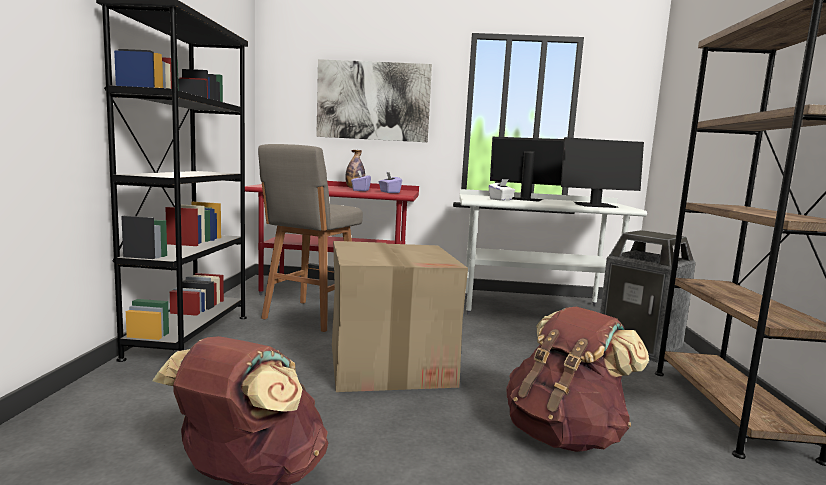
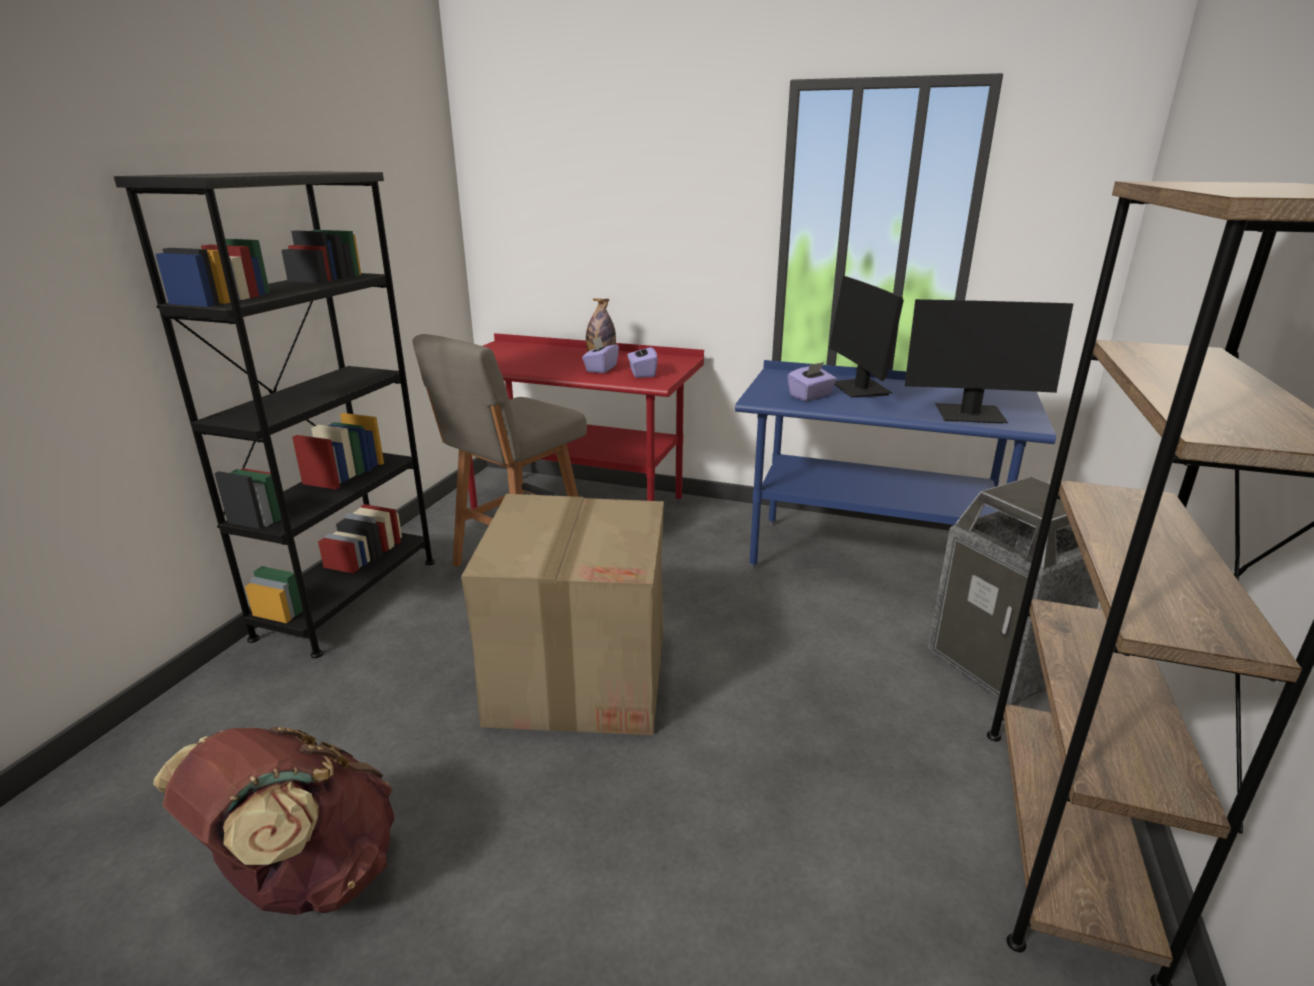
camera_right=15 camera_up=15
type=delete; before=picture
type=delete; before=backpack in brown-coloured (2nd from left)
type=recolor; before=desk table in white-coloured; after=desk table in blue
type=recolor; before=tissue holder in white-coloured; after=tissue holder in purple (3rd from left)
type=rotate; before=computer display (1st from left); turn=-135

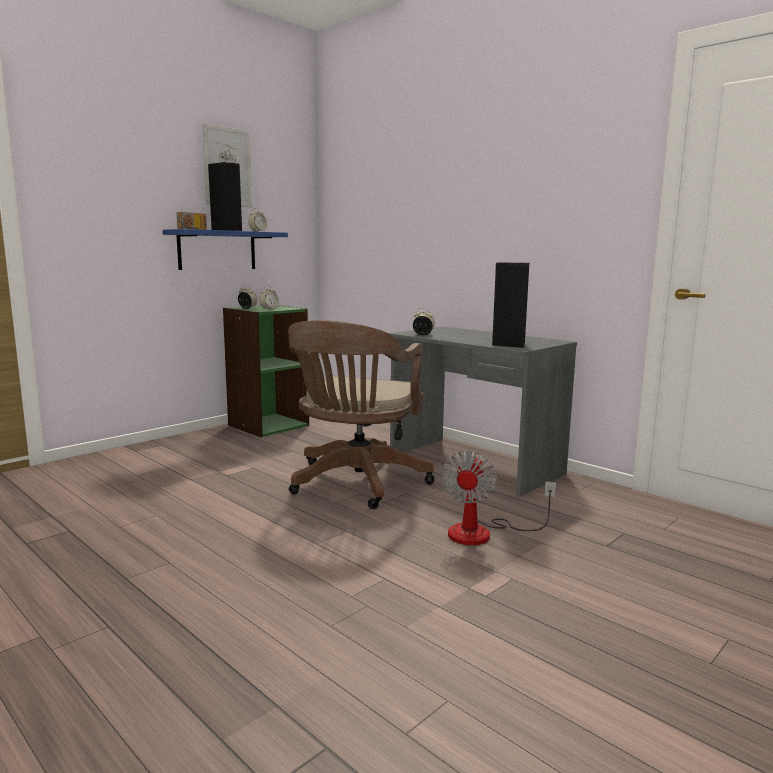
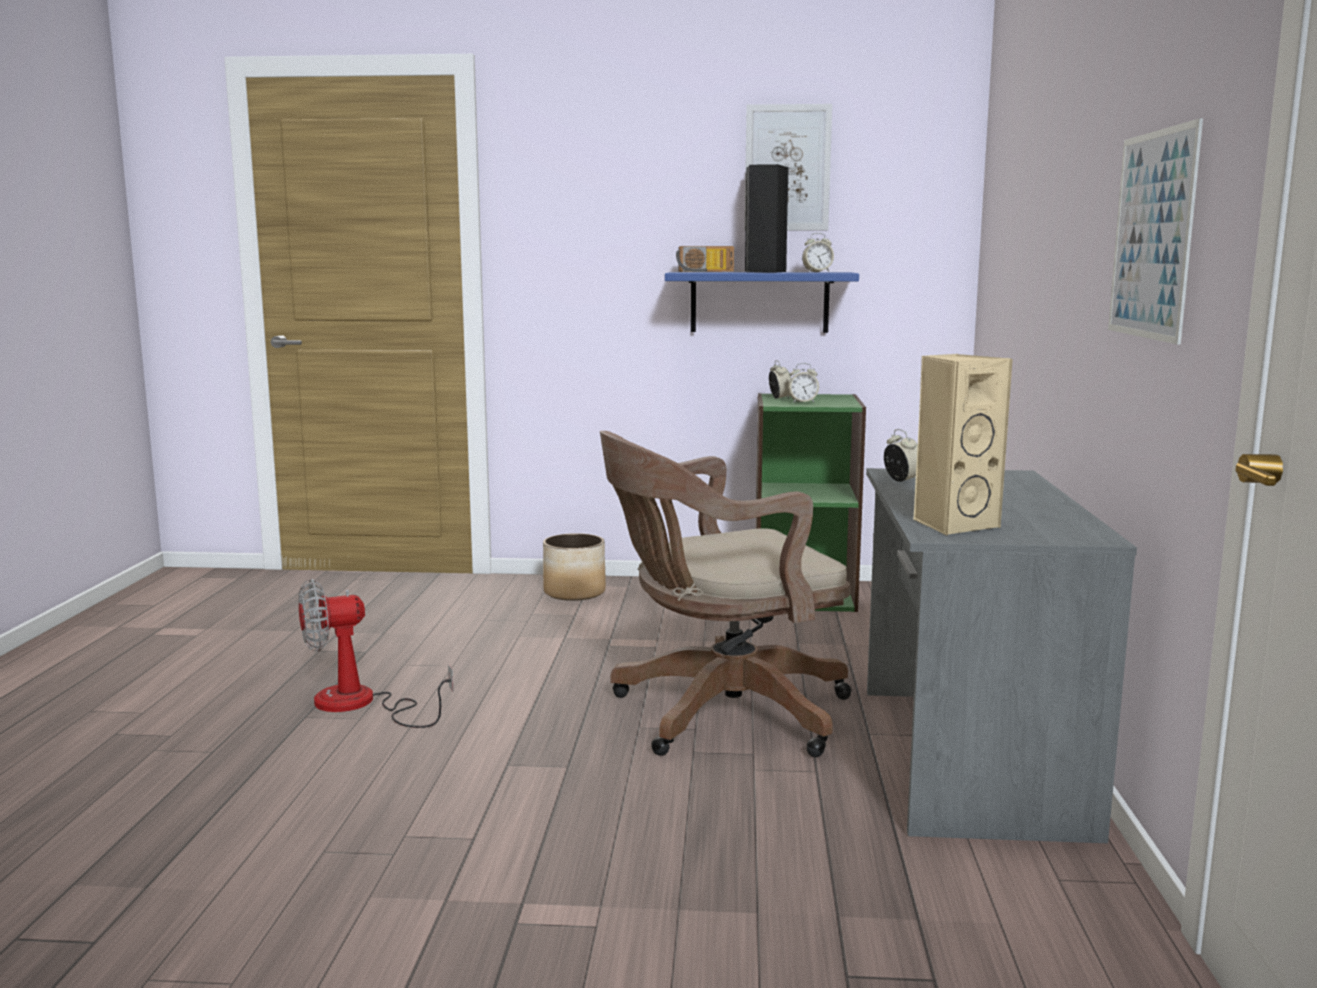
camera_right=50 camera_up=0
type=insert; after=plant pot
type=insert; after=picture (2nd from left)
type=move; before=electric fan
type=recolor; before=audio speaker in black-coloured (2nd from left); after=audio speaker in beige-coloured

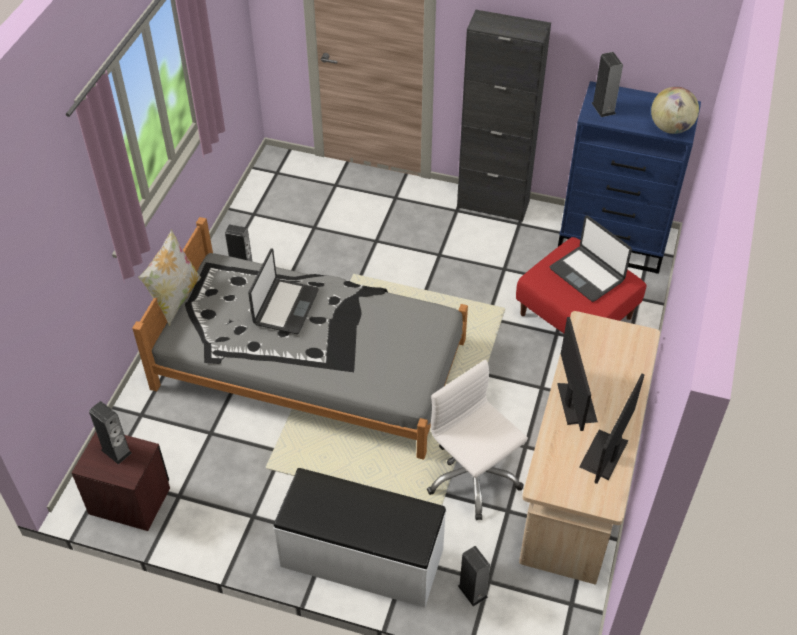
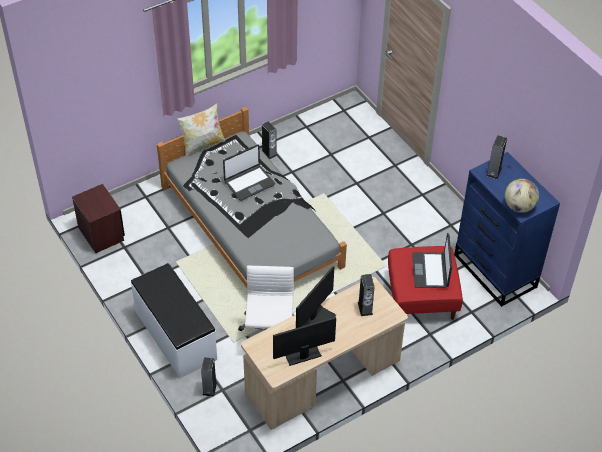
camera_right=40 camera_up=0
type=delete; before=storage cabinet in black-coloured
type=move; before=audio speaker (1st from left in the first image); after=audio speaker (3rd from left)

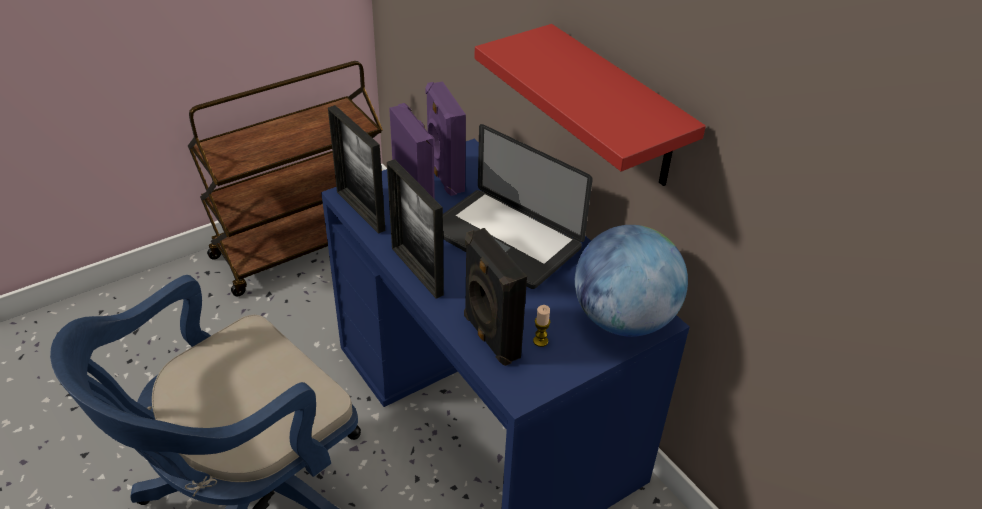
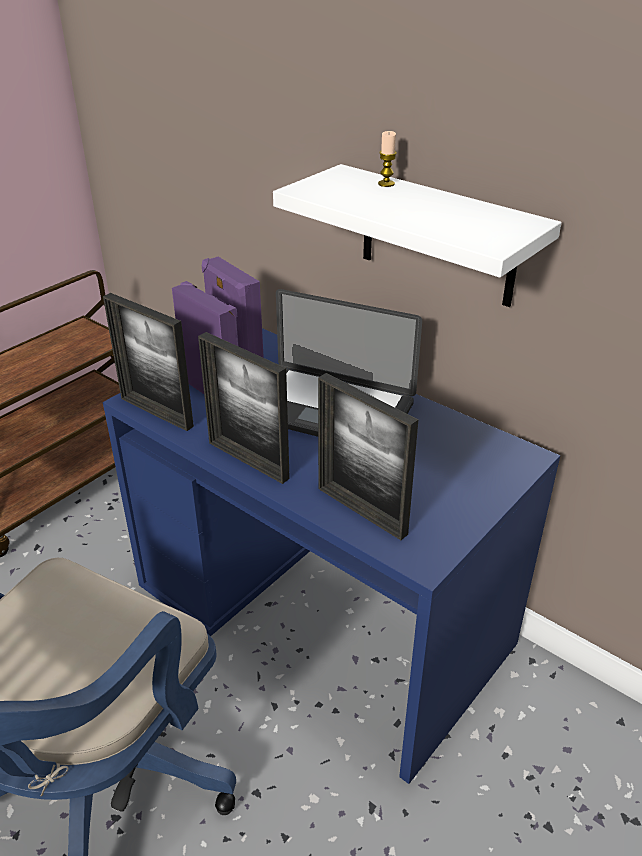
camera_right=-15 camera_up=-5
type=delete; before=world globe
type=move; before=candle
type=replace; before=audio speaker in black-coloured; after=standing frame (3rd from left)
type=recolor; before=shelf in red-coloured; after=shelf in white-coloured

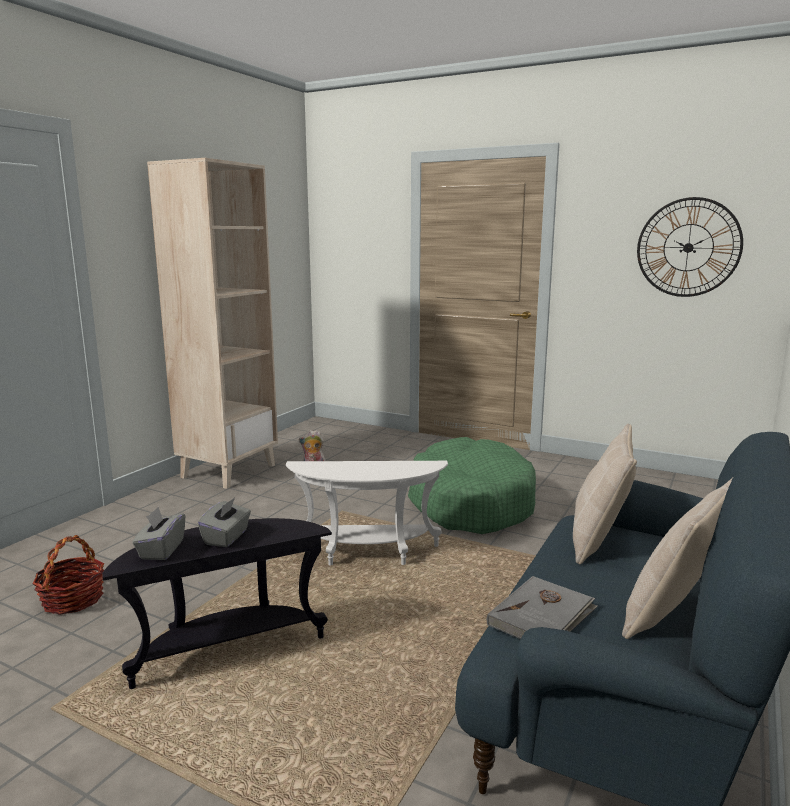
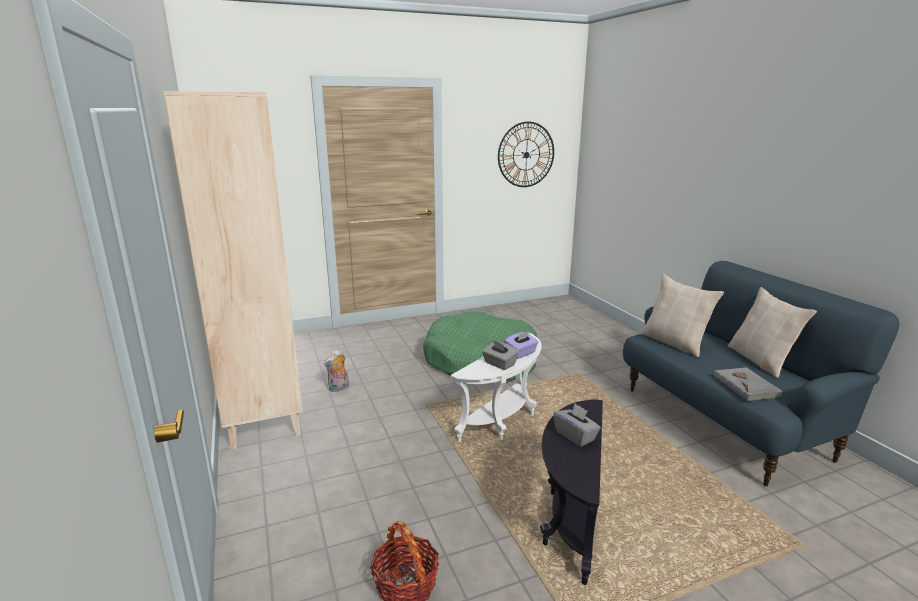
camera_right=-50 camera_up=5
type=insert; after=tissue holder in purple
type=move; before=tissue holder in greyish (1st from left)

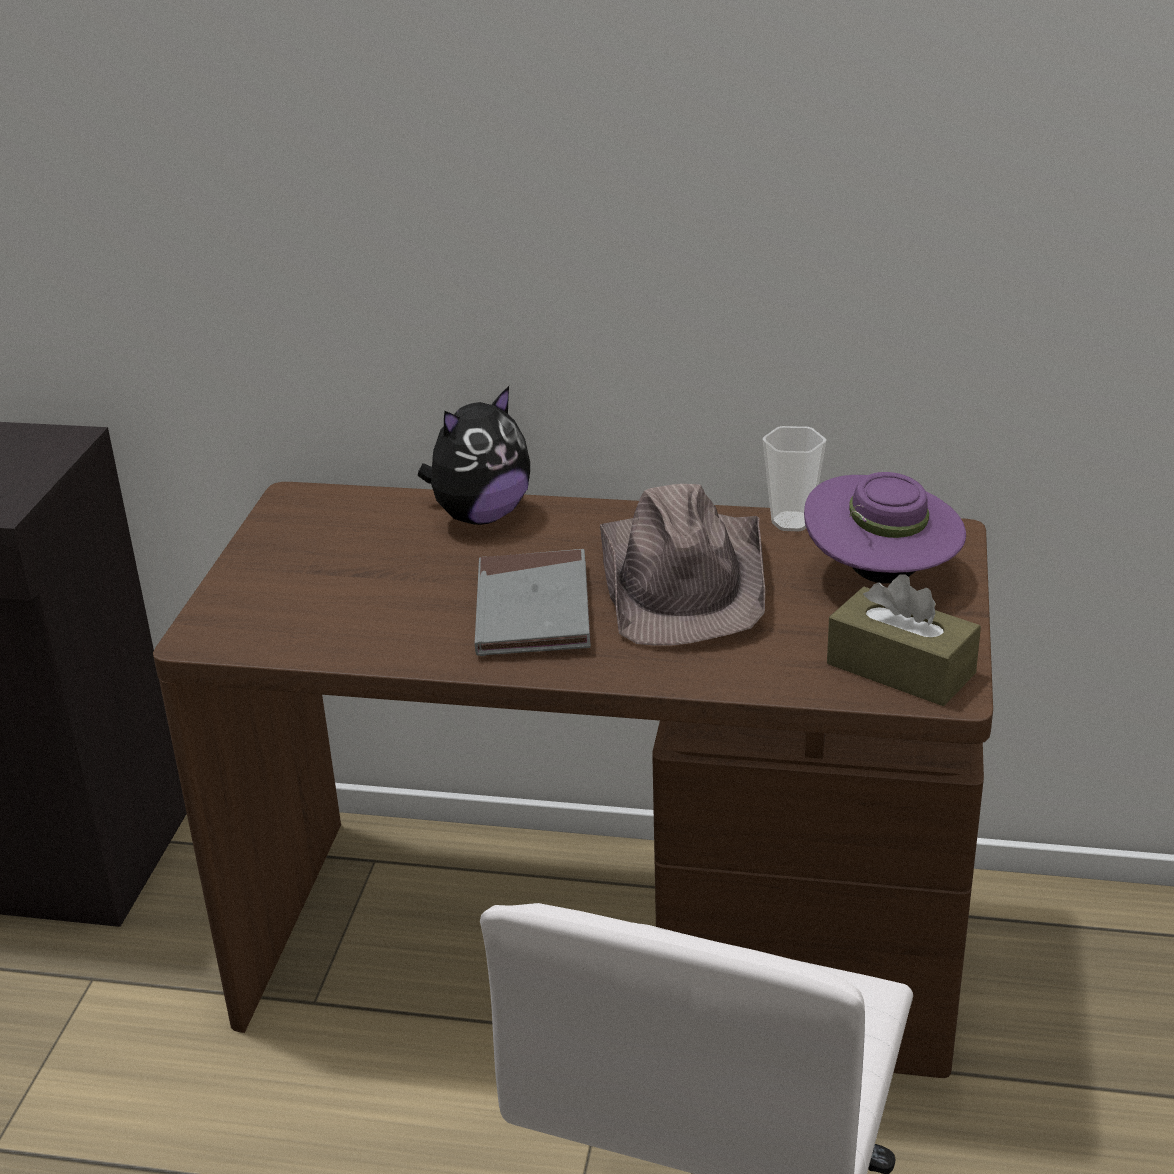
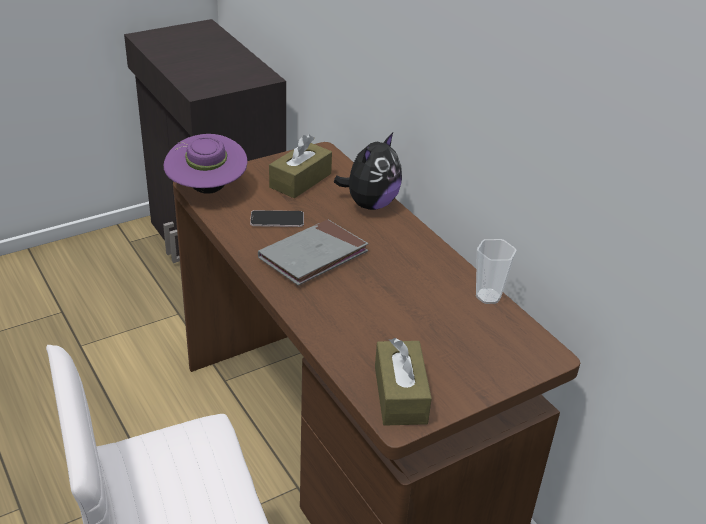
camera_right=45 camera_up=5
type=delete; before=hat in brown-coloured
type=insert; after=phone
type=insert; after=tissue holder in brown-coloured (1st from left)
type=move; before=hat in purple
type=rotate; before=soft toy; turn=-60

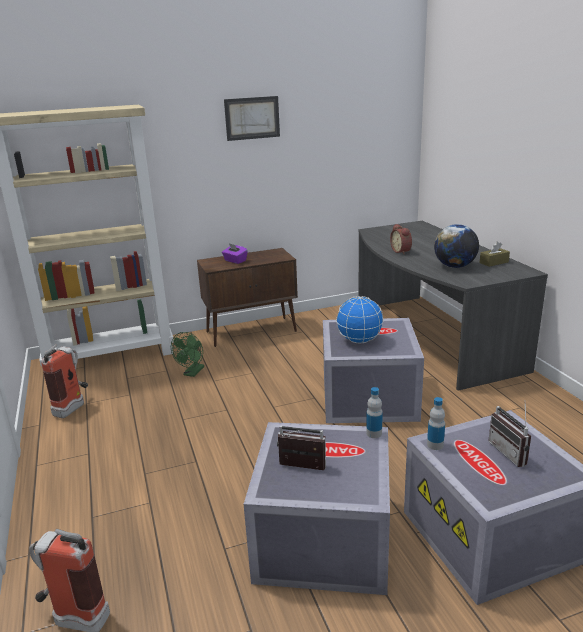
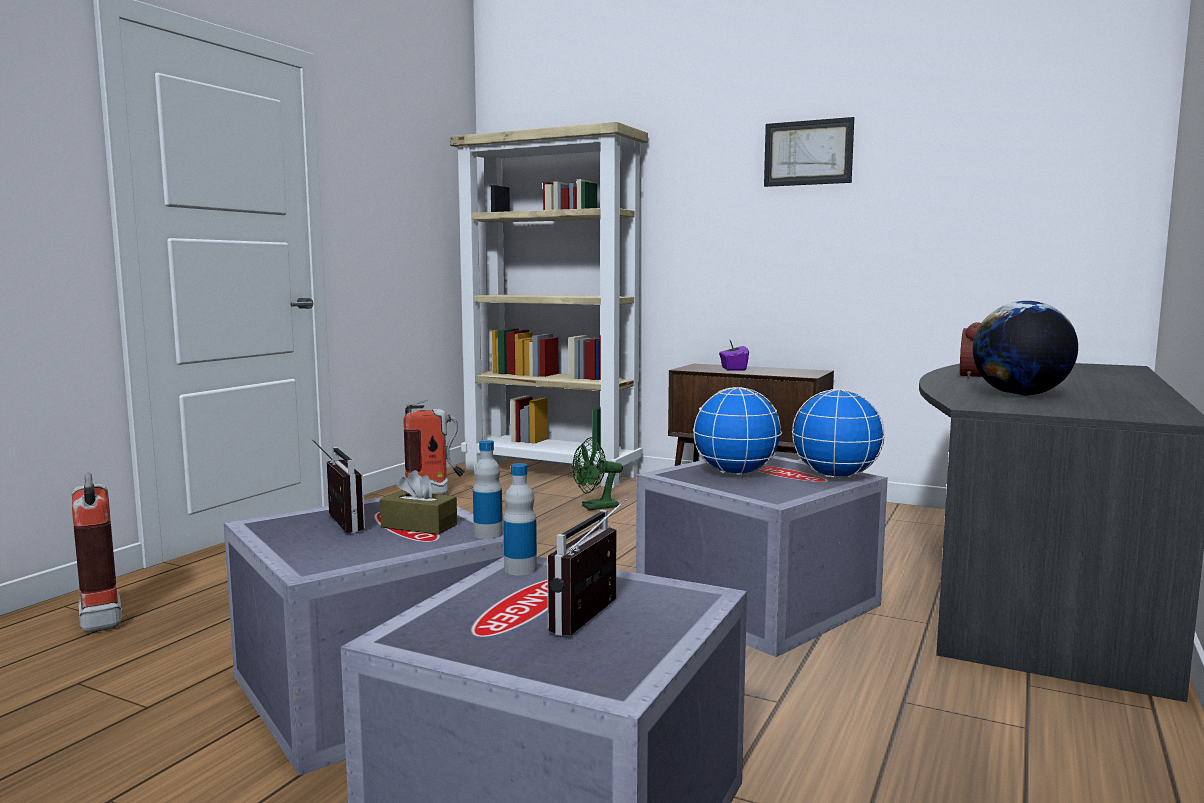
camera_right=45 camera_up=-15
type=insert; after=world globe (2nd from left)
type=move; before=tissue holder in brown-coloured

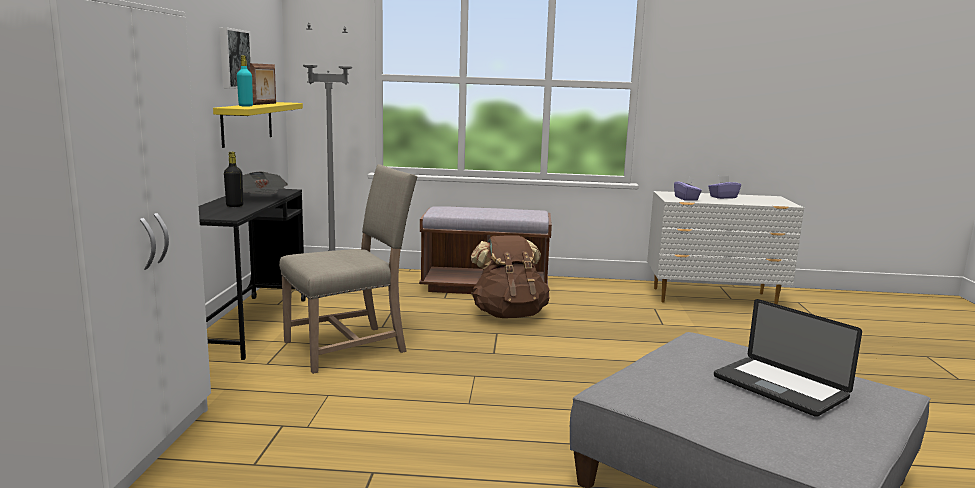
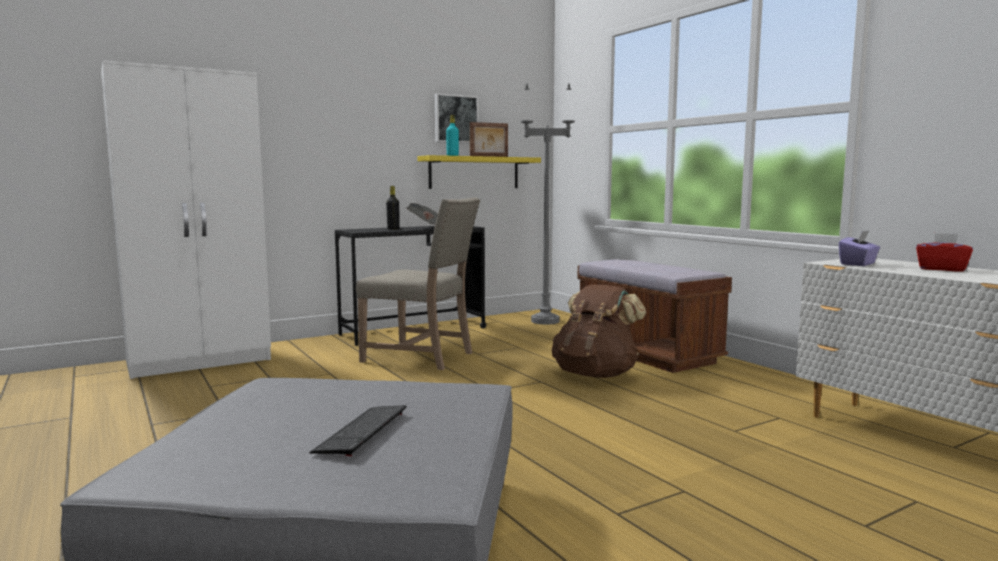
camera_right=55 camera_up=-5
type=replace; before=notebook computer; after=PC keyboard
type=recolor; before=tissue holder in purple (2nd from left); after=tissue holder in red-coloured

